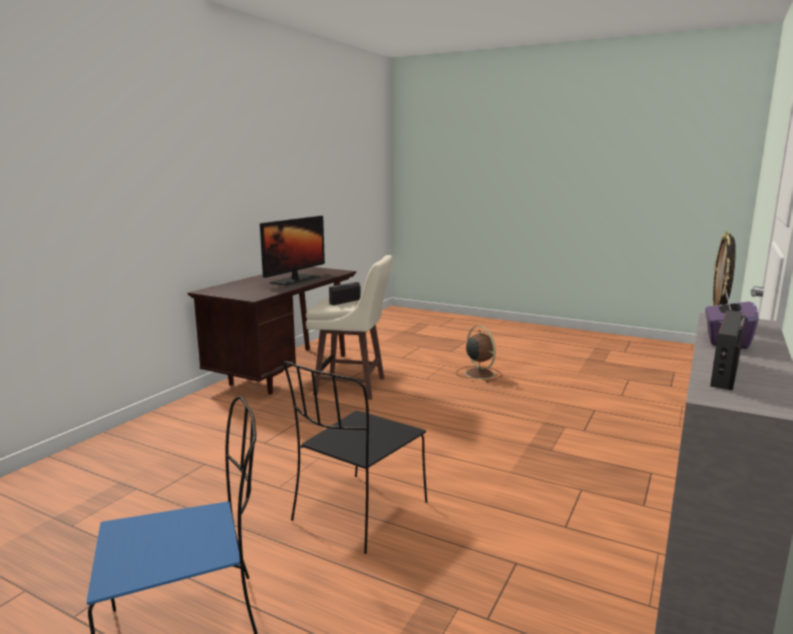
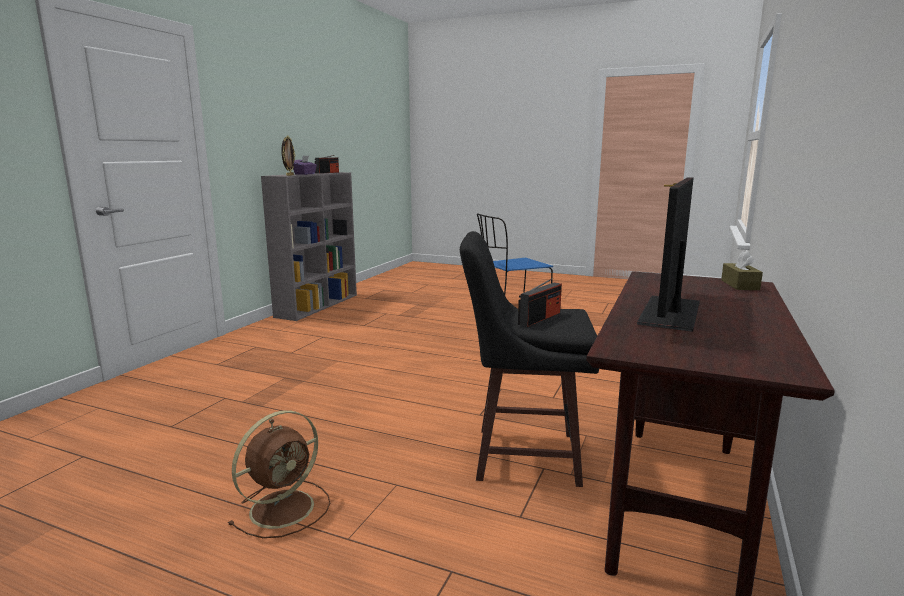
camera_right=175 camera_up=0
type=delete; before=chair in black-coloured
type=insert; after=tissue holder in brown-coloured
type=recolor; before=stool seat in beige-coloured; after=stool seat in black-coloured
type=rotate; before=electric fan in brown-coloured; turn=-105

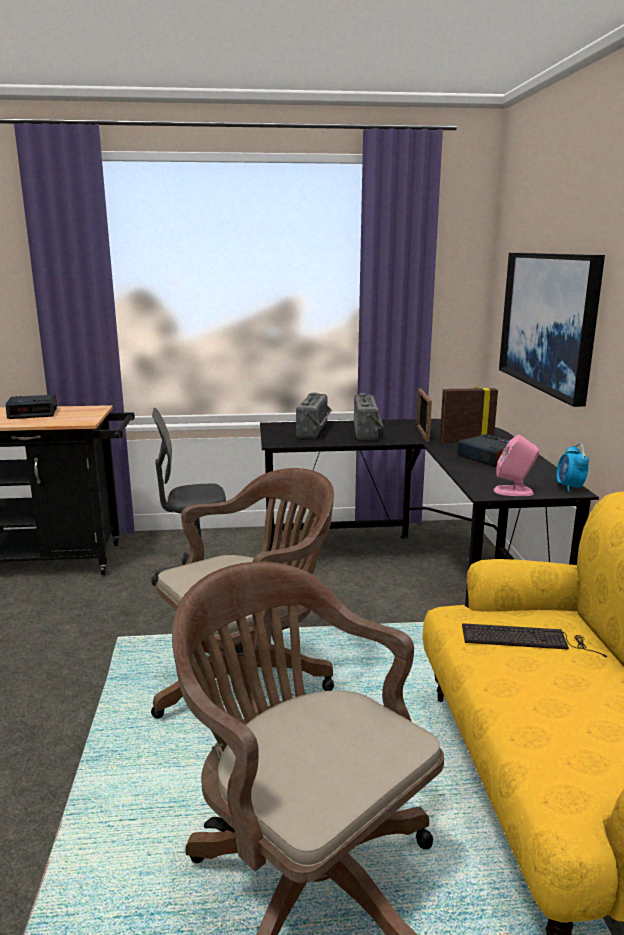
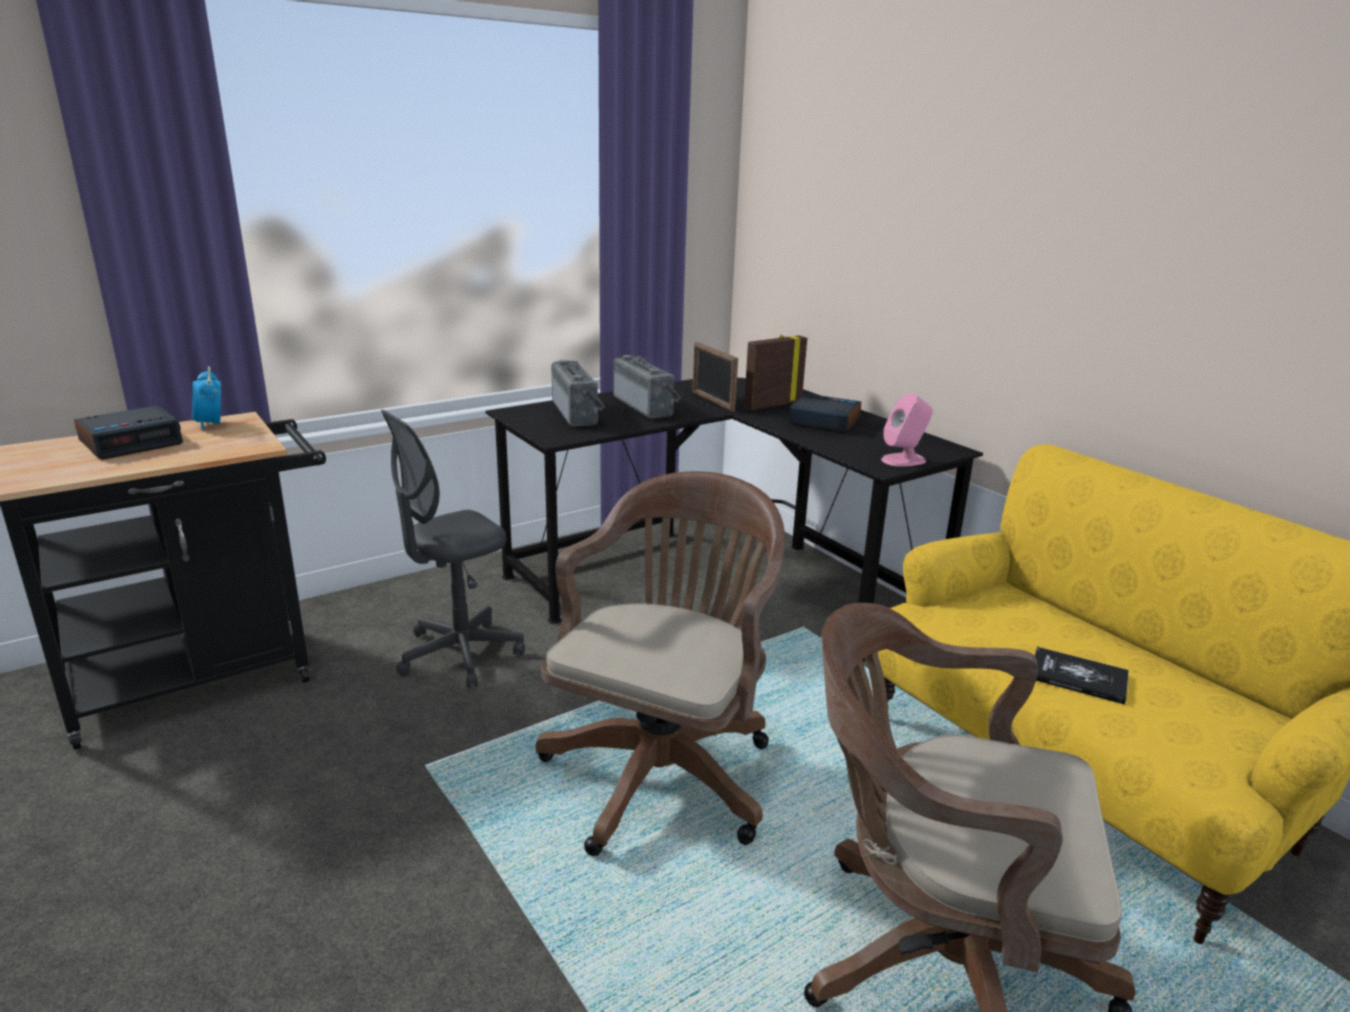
camera_right=-30 camera_up=5
type=delete; before=PC keyboard
type=delete; before=picture
type=insert; after=book
type=move; before=alarm clock (3rd from left in the first image); after=alarm clock (2nd from left)

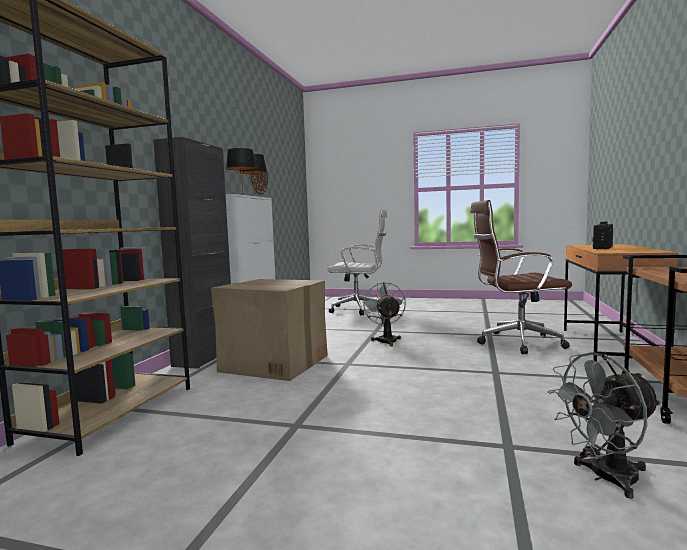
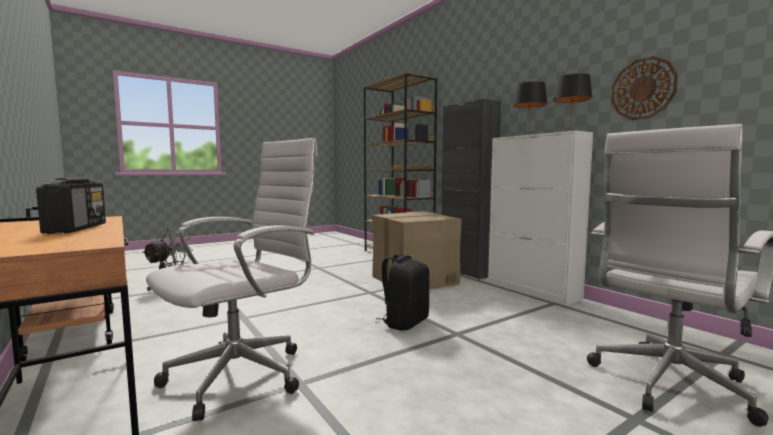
camera_right=130 camera_up=0
type=replace; before=electric fan in greyish (1st from left); after=backpack in black-coloured
type=recolor; before=office chair in brown-coloured; after=office chair in white-coloured (1st from left)

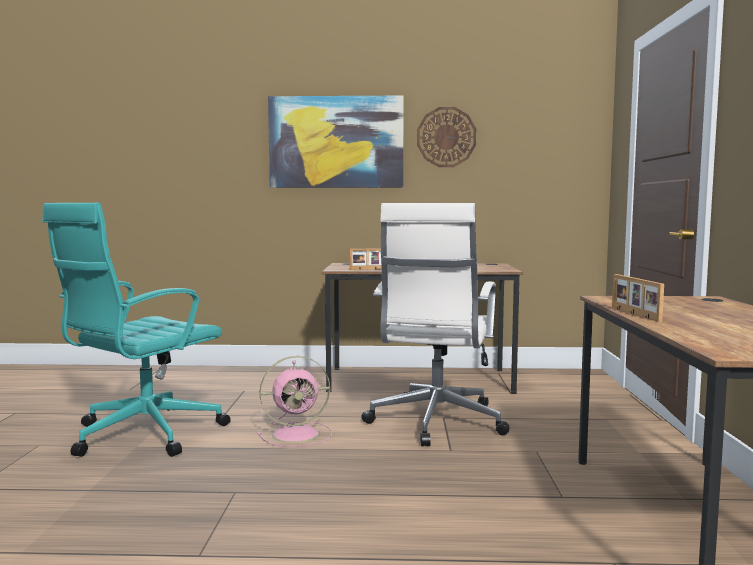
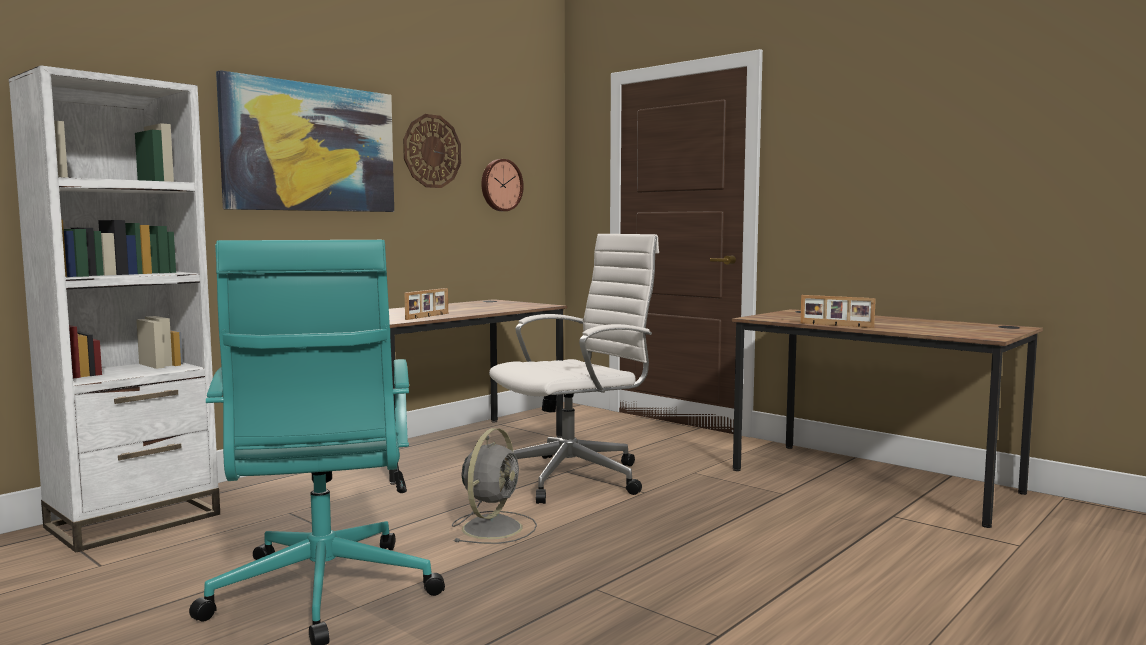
camera_right=-50 camera_up=0
type=insert; after=shelving unit in white-coloured
type=insert; after=hanging clock (2nd from left)
type=recolor; before=electric fan in pink-coloured; after=electric fan in greyish
type=rotate; before=office chair in white-coloured; turn=-90

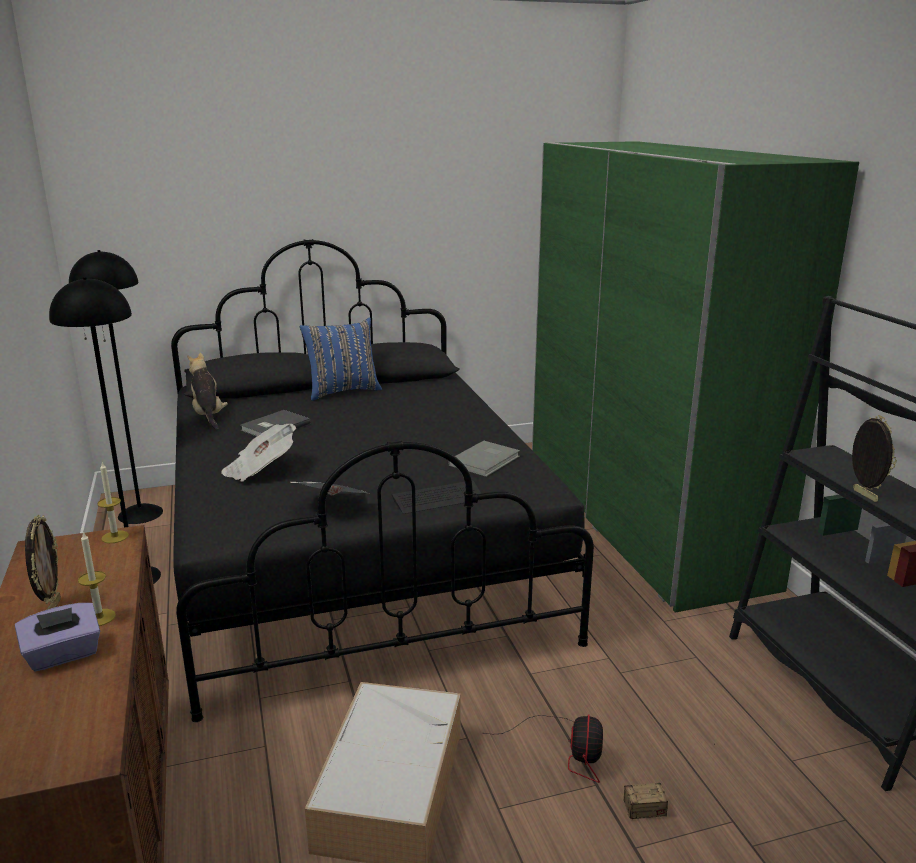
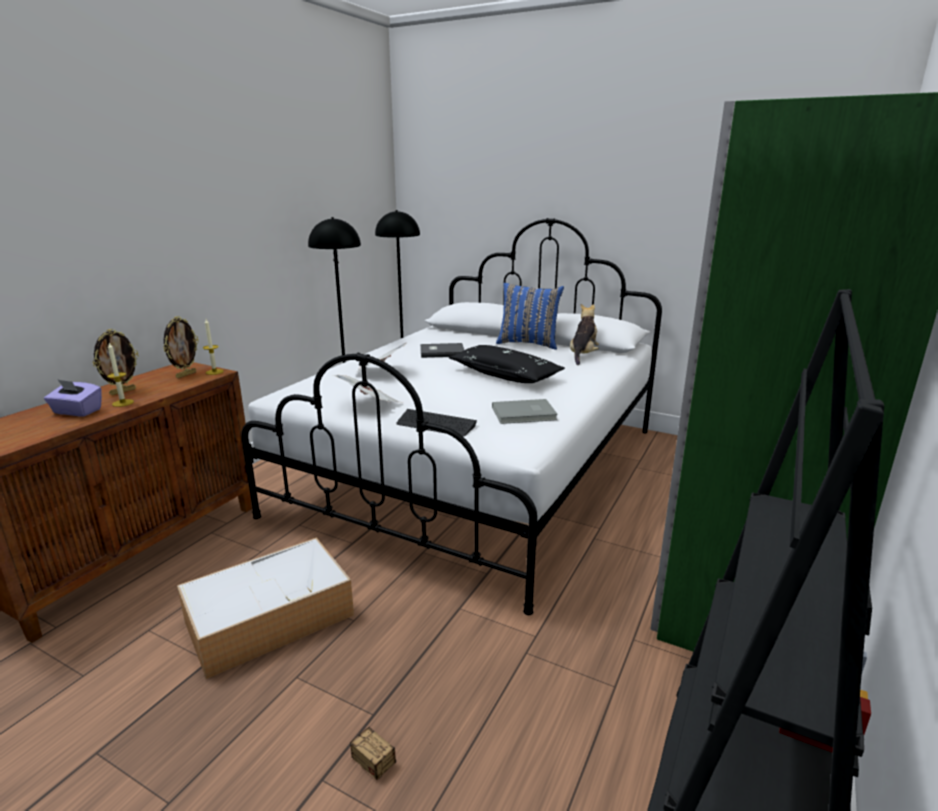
camera_right=45 camera_up=0
type=delete; before=electric fan
type=insert; after=throw pillow in black-coloured
type=move; before=soft toy
type=move; before=standing frame (2nd from left)
type=recolor; before=sleeping bed in black-coloured; after=sleeping bed in white-coloured

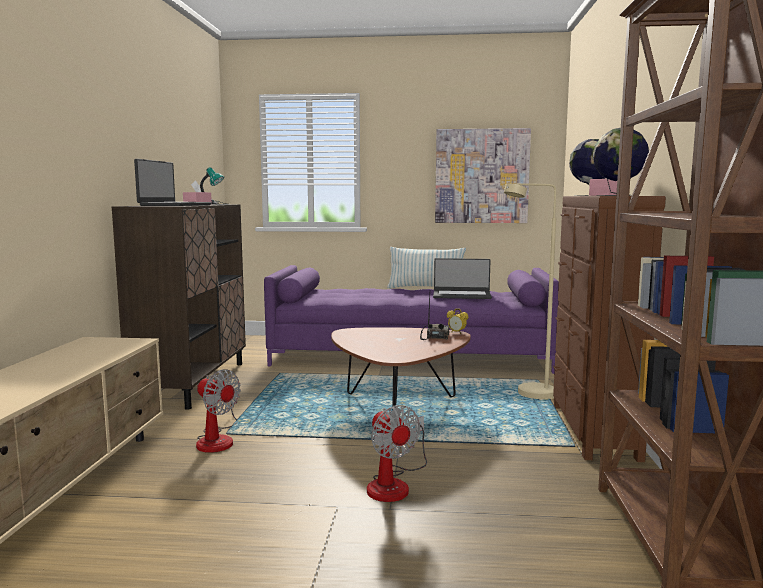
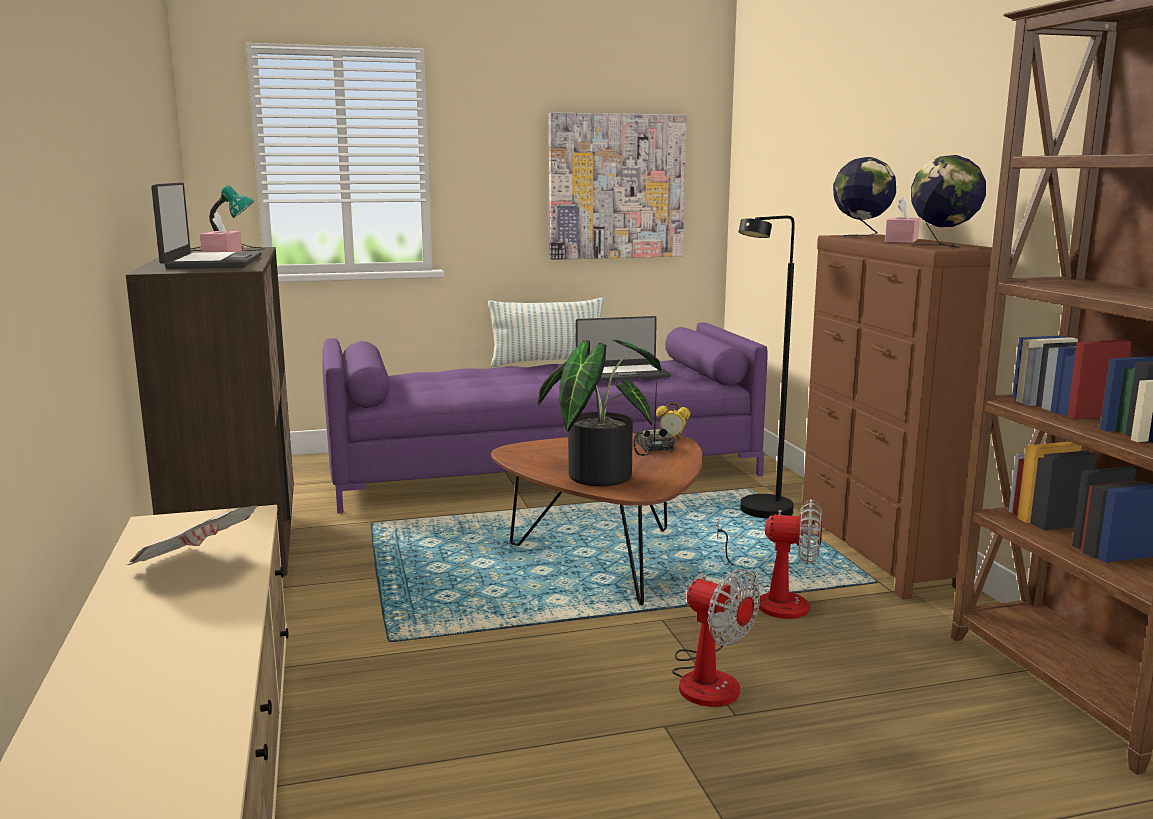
camera_right=-20 camera_up=5
type=insert; after=printed paper
type=insert; after=potted plant
type=move; before=electric fan (1st from left in the first image); after=electric fan (2nd from left)
type=recolor; before=floor lamp in beige-coloured; after=floor lamp in black-coloured

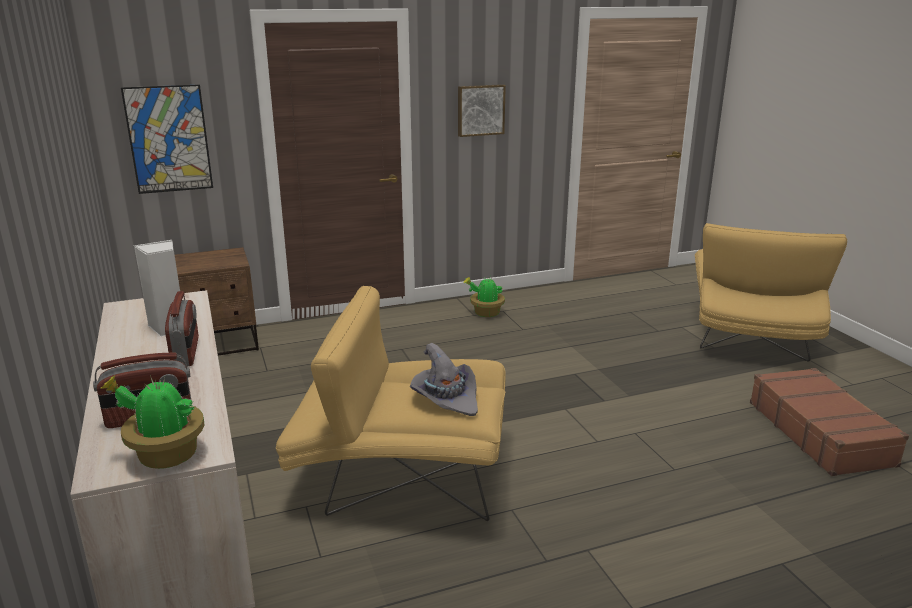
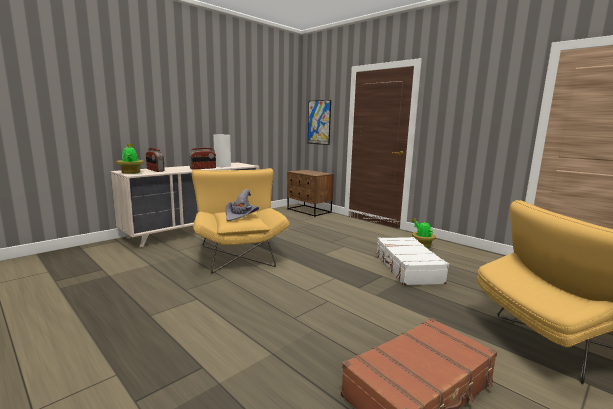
camera_right=65 camera_up=-10
type=delete; before=picture (2nd from left)
type=insert; after=piece of luggage in white-coloured

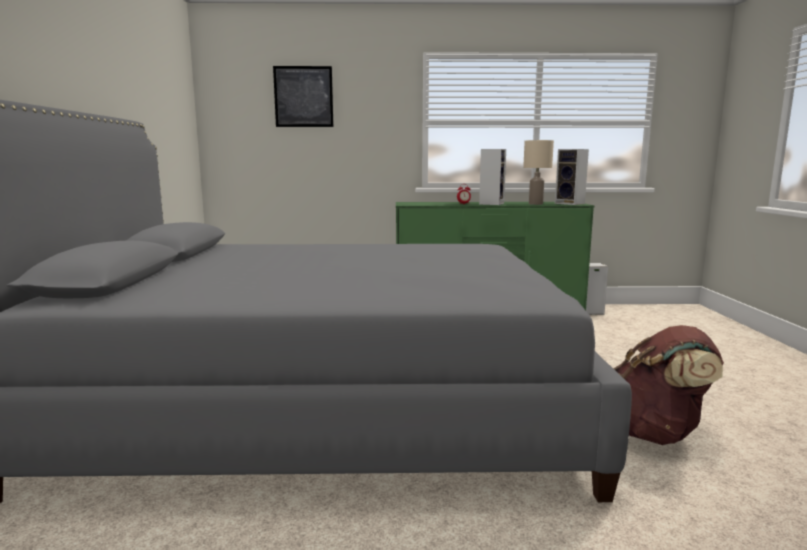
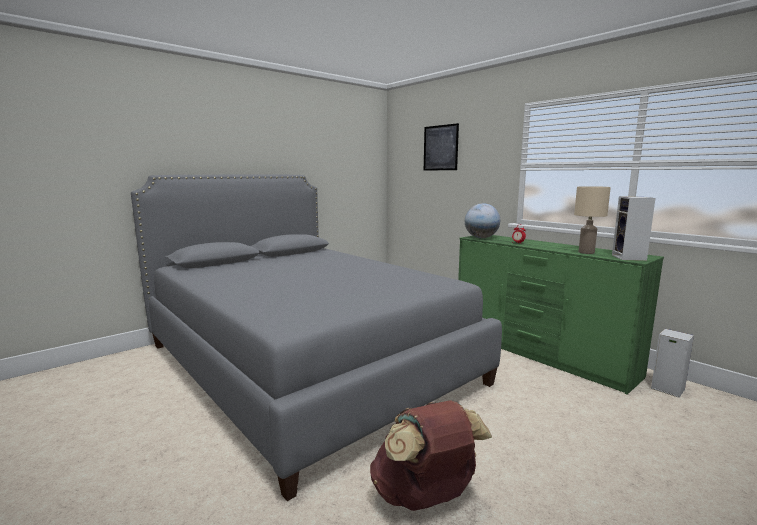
camera_right=50 camera_up=0
type=delete; before=audio speaker (1st from left)
type=insert; after=world globe

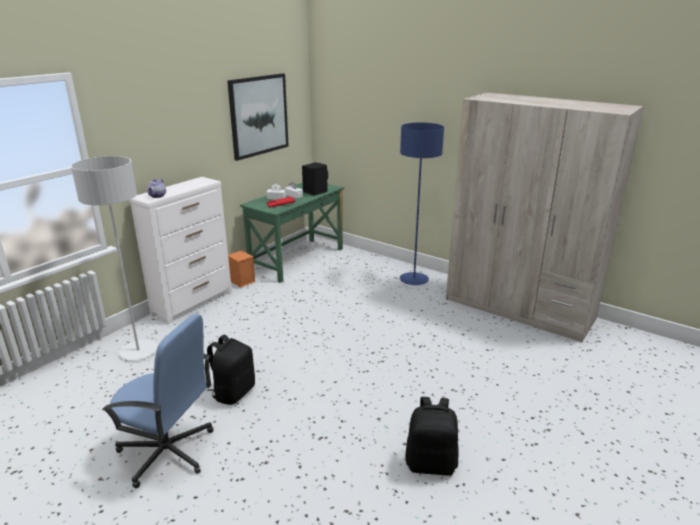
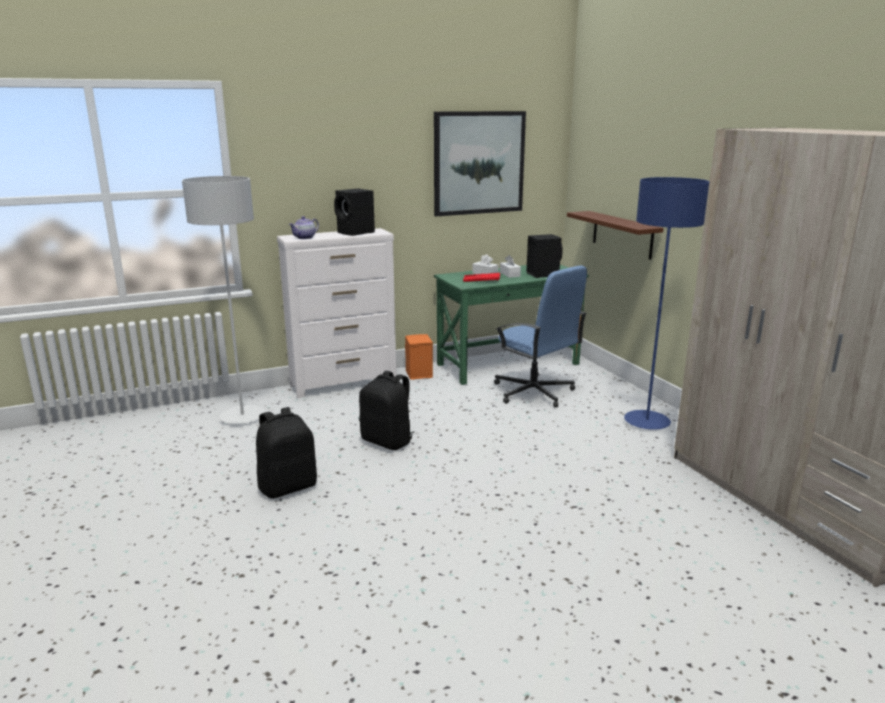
camera_right=30 camera_up=-5
type=insert; after=audio speaker in black-coloured (1st from left)
type=insert; after=shelf in brown-coloured
type=move; before=office chair in blue
type=move; before=backpack in black-coloured (2nd from left)

